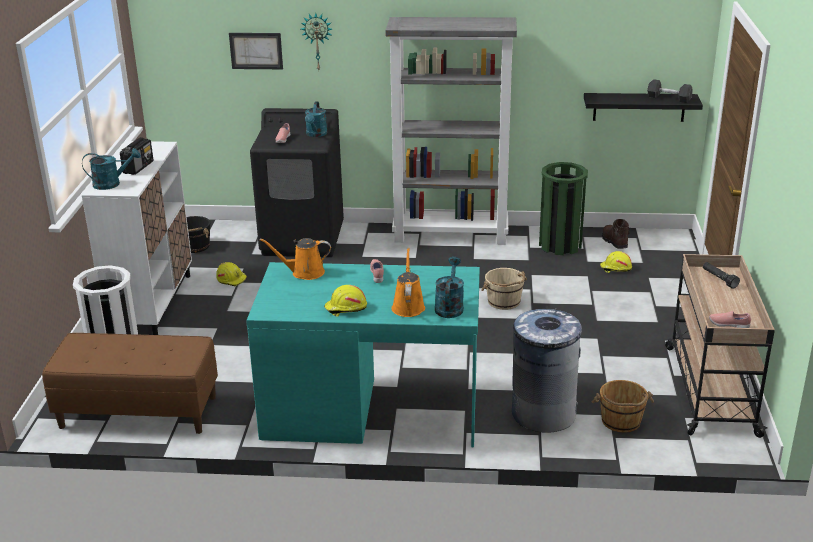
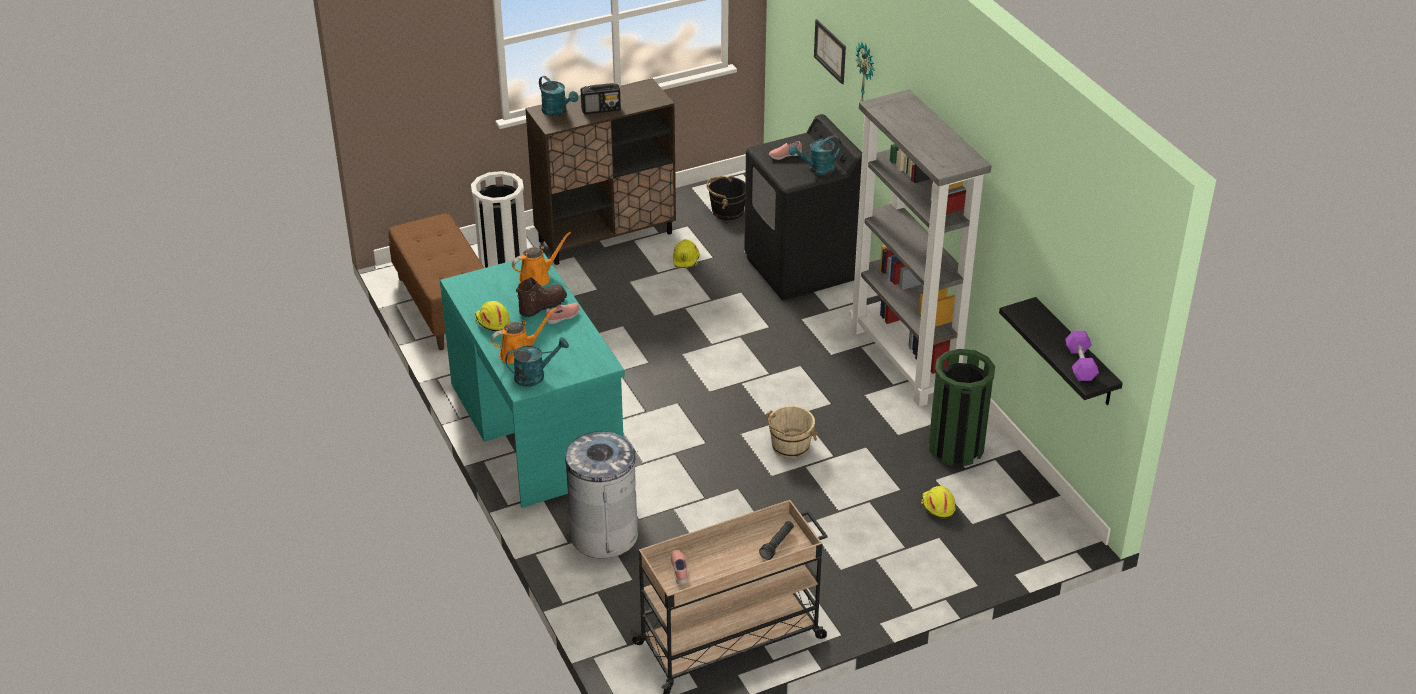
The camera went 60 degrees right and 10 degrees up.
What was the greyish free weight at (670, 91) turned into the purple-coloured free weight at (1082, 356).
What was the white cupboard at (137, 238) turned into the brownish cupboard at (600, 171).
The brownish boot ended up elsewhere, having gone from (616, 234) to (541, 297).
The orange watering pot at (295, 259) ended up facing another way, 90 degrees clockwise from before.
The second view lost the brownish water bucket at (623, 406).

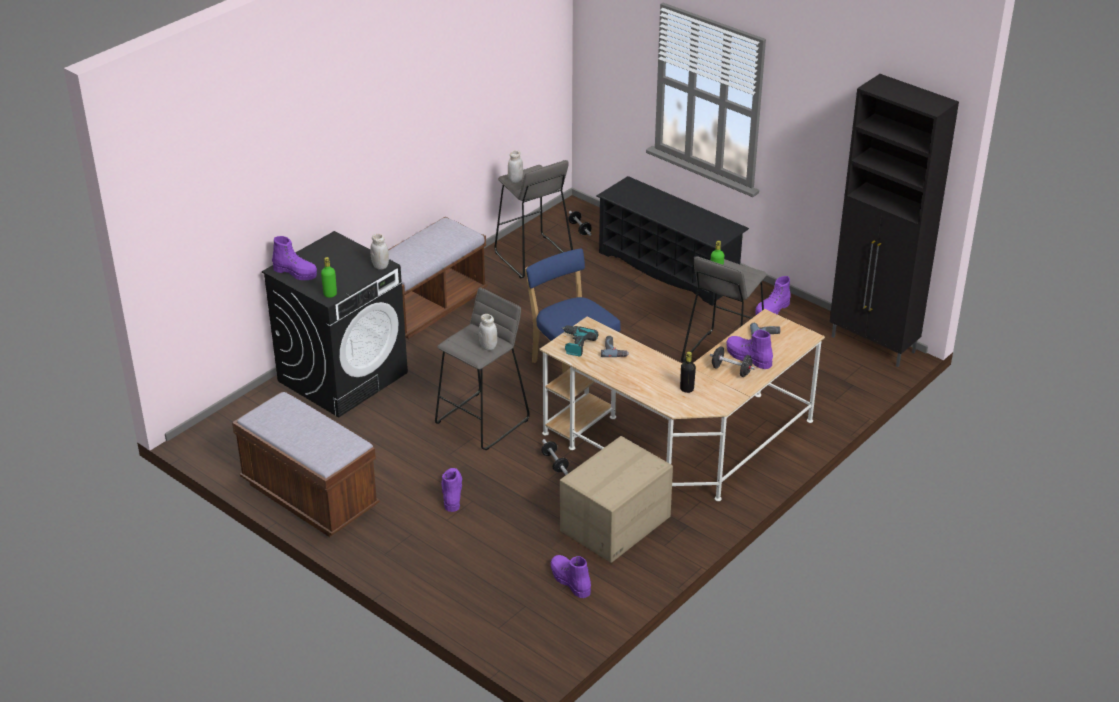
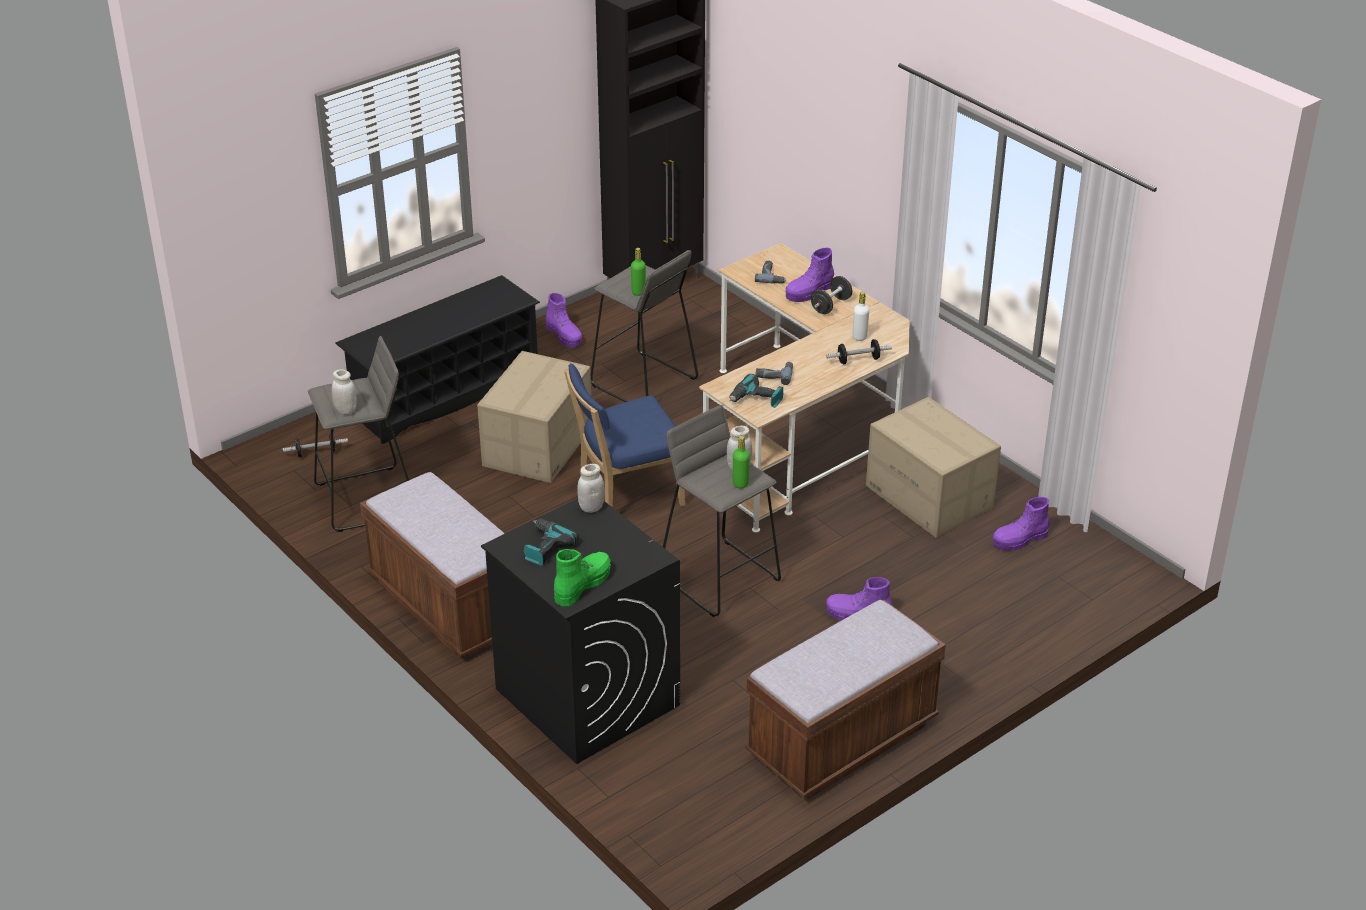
The camera went 80 degrees left and 0 degrees up.
What was the purple-coloured boot at (294, 258) turned into the green boot at (582, 577).
The green beverage bottle ended up elsewhere, having gone from (329, 277) to (741, 462).
What was the black-coloured beverage bottle at (688, 372) turned into the white beverage bottle at (861, 316).
The free weight ended up elsewhere, having gone from (555, 457) to (859, 351).
The second view gained the carton at (534, 417).
The second view gained the electric drill at (551, 542).

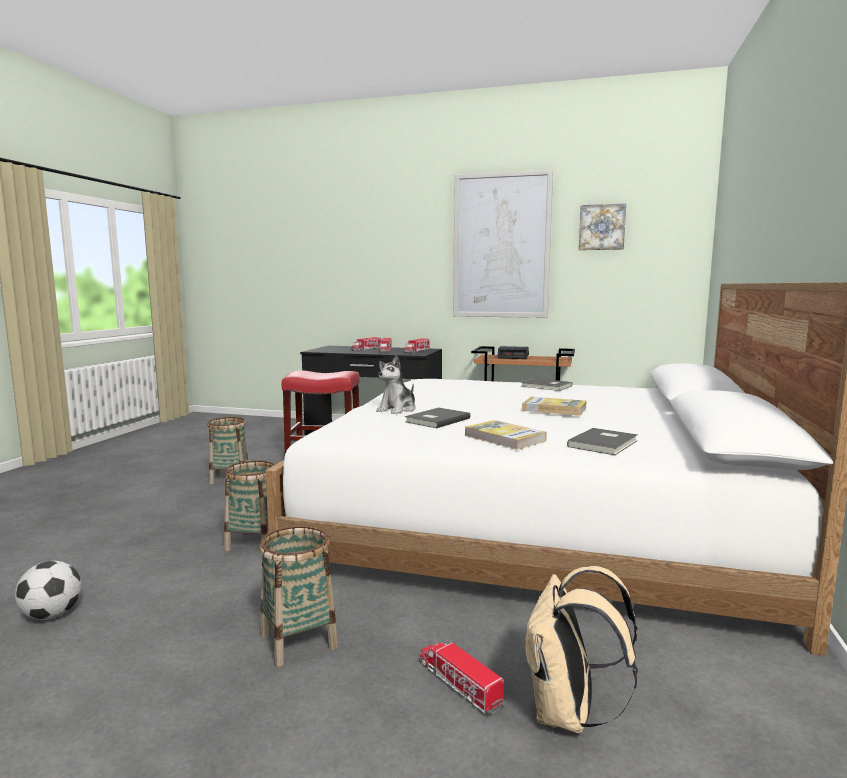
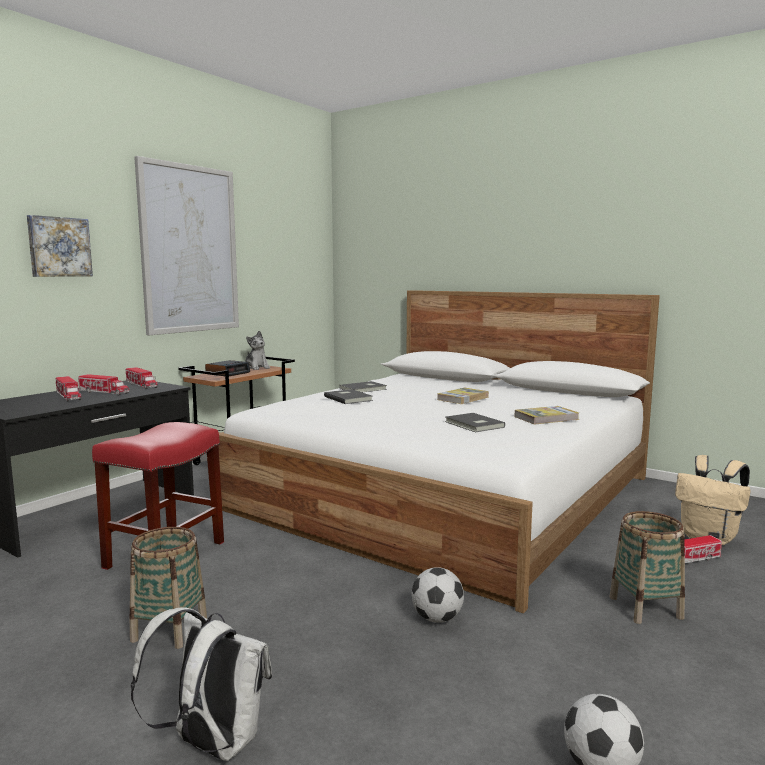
The camera went 70 degrees left and 0 degrees up.
The wall art ended up elsewhere, having gone from (602, 227) to (60, 246).
The soft toy ended up elsewhere, having gone from (396, 384) to (258, 350).
The greyish volume ended up elsewhere, having gone from (602, 441) to (348, 396).
Where the storage basket stood at (249, 505), the football ball came to stand at (438, 595).
The second view gained the white backpack at (201, 684).

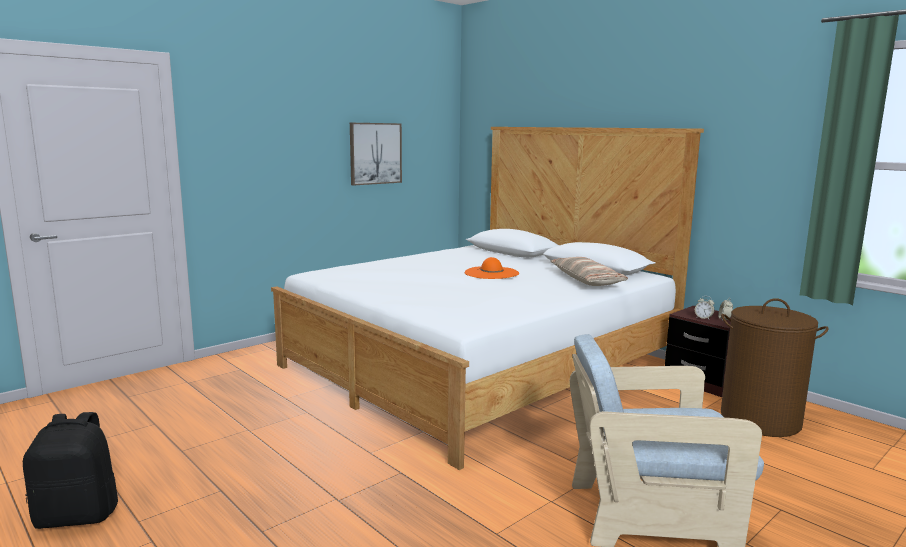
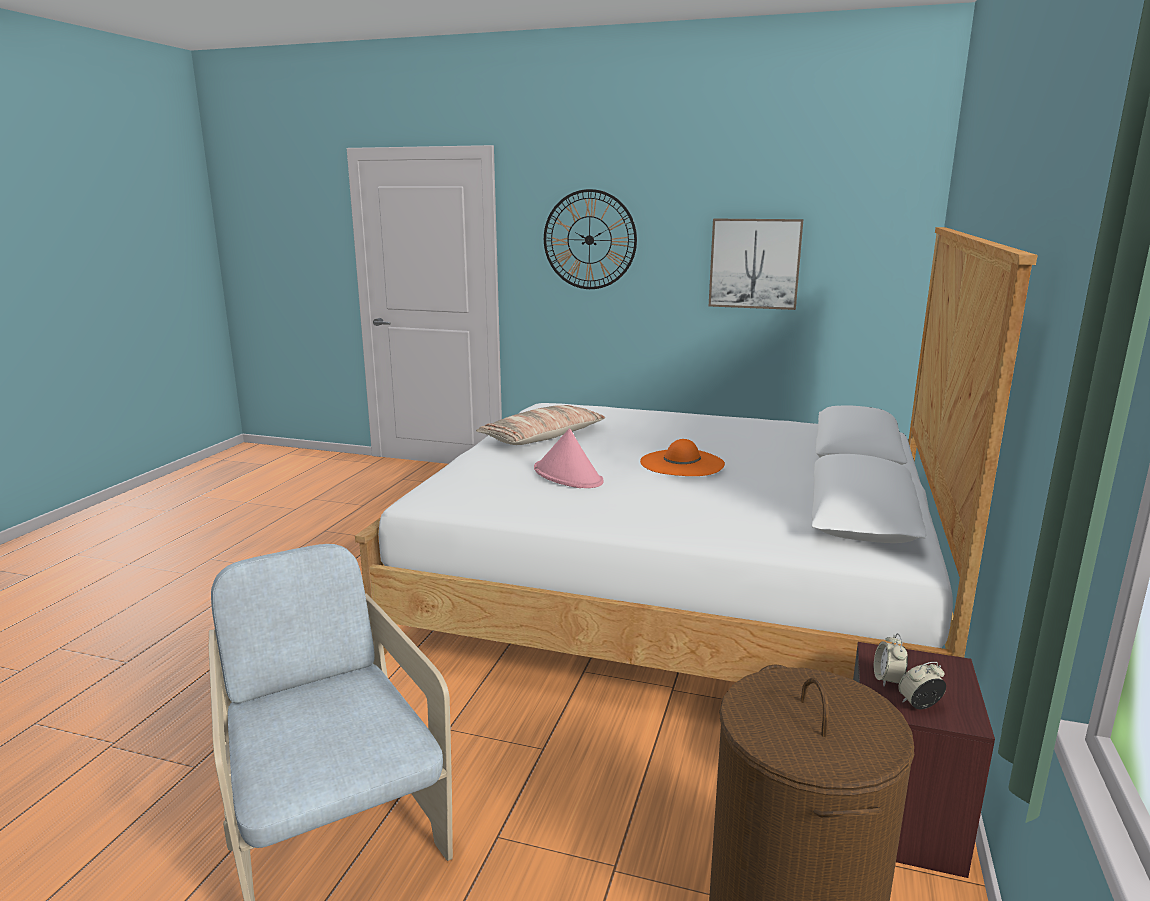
The camera went 60 degrees right and 5 degrees up.
The cushion ended up elsewhere, having gone from (589, 271) to (540, 425).
The second view lost the black-coloured backpack at (70, 470).
The second view gained the hanging clock at (590, 239).
The second view gained the pink-coloured hat at (568, 458).

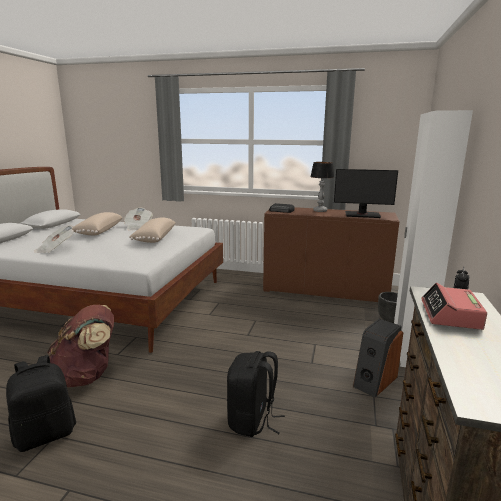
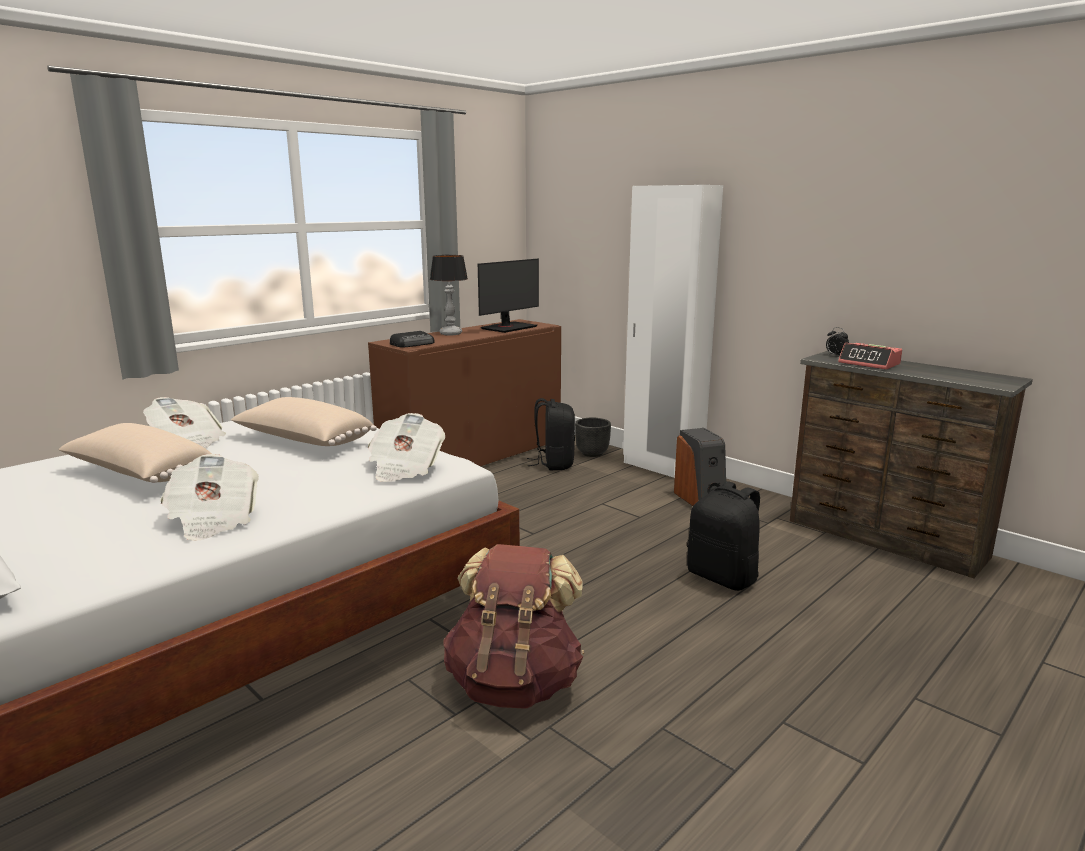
The camera went 60 degrees left and 0 degrees up.
The black-coloured backpack ended up elsewhere, having gone from (41, 403) to (551, 434).
The second view gained the daily paper at (406, 447).

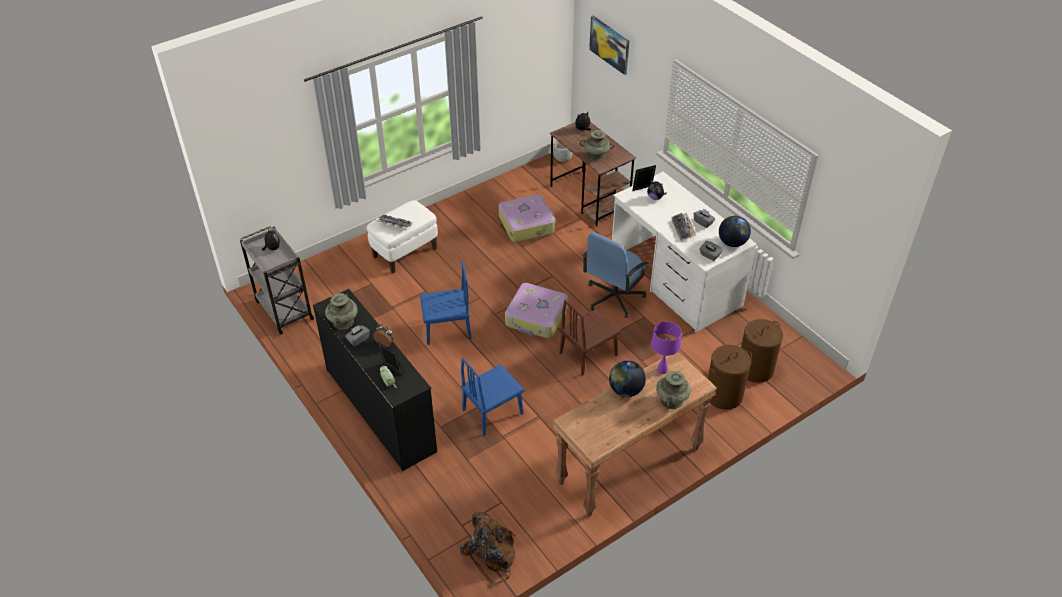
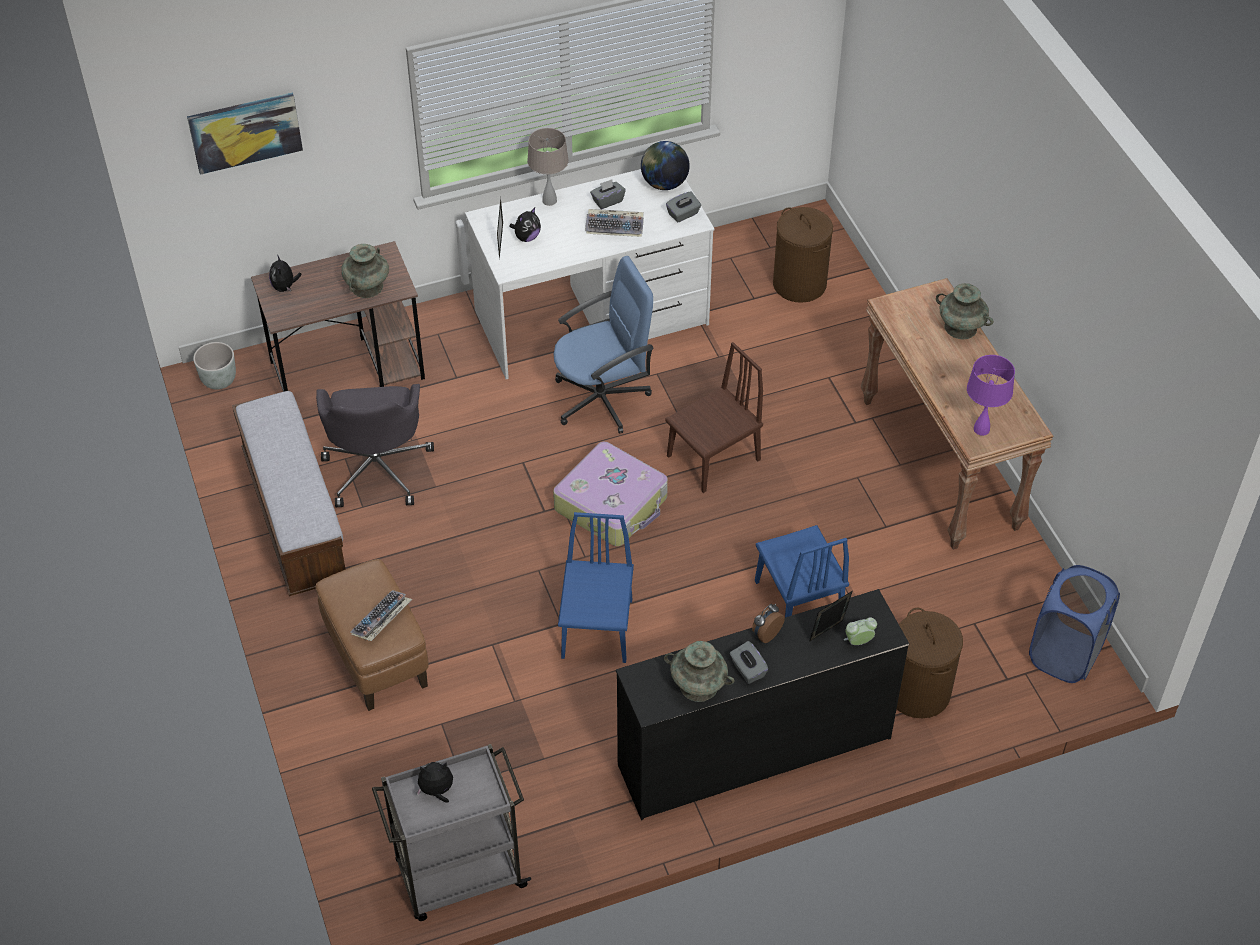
The camera went 75 degrees left and 5 degrees up.
Where the piece of luggage stood at (527, 218), the greyish computer chair came to stand at (375, 445).
What was the white footrest at (402, 236) turned into the brownish footrest at (372, 635).
The blue-coloured computer chair at (616, 275) ended up facing another way, 75 degrees counterclockwise from before.
The brownish upright chair at (590, 338) ended up facing another way, 105 degrees counterclockwise from before.
The purple-coloured tabletop lamp ended up elsewhere, having gone from (666, 347) to (991, 395).
The brownish laundry basket ended up elsewhere, having gone from (730, 377) to (930, 663).
The second view lost the world globe at (627, 379).
Where the brownish backpack stood at (487, 550), the blue-coloured laundry basket came to stand at (1074, 624).
The second view gained the sand-coloured tabletop lamp at (548, 167).
The second view gained the indoor bench at (289, 493).

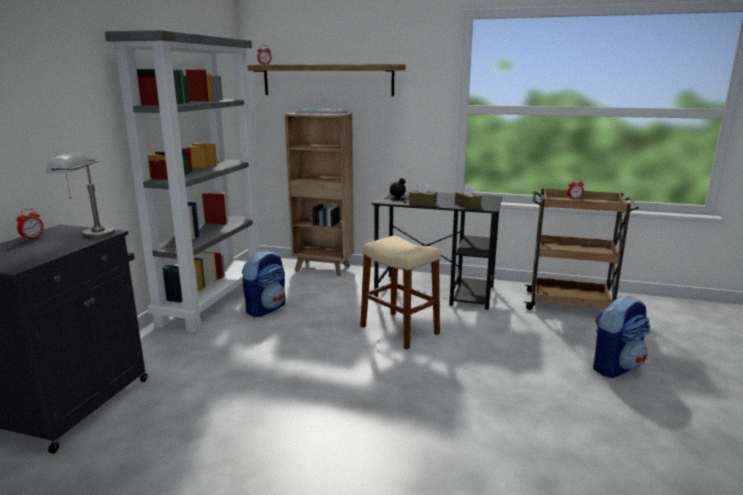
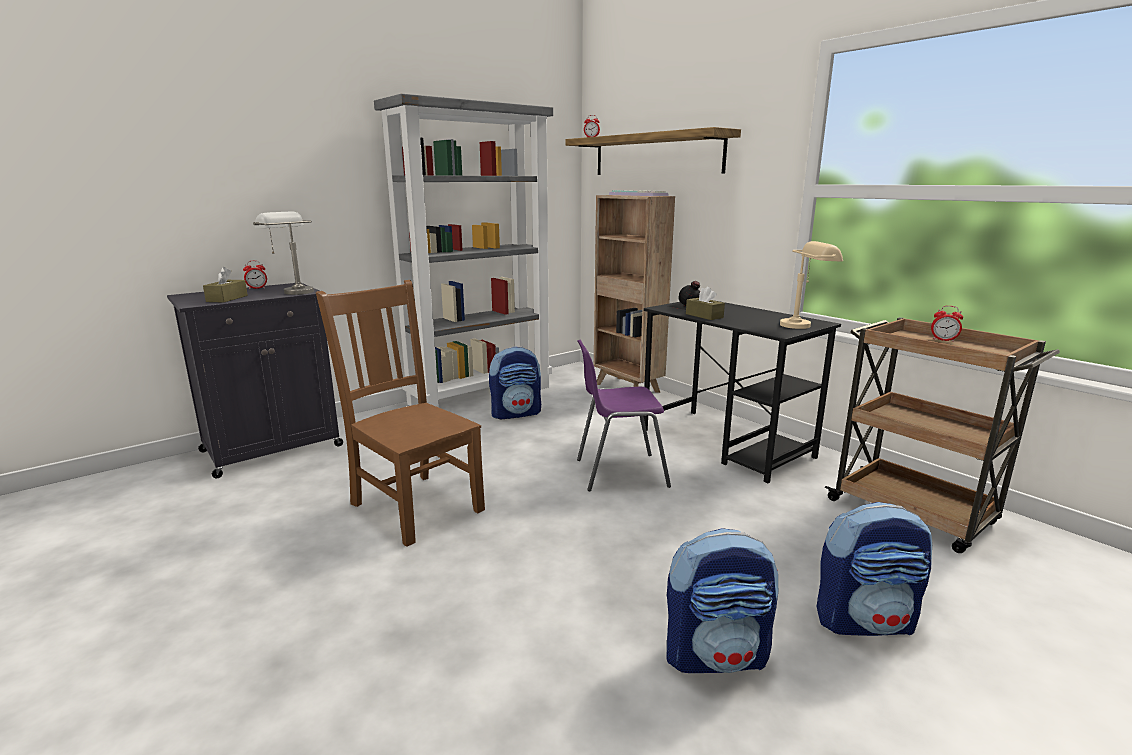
The camera went 35 degrees right and 0 degrees up.
The brownish box of tissues ended up elsewhere, having gone from (468, 196) to (225, 285).
Where the sand-coloured stool stood at (400, 293), the purple-coloured upright chair came to stand at (624, 416).
The second view gained the sand-coloured tabletop lamp at (811, 285).
The second view gained the brownish upright chair at (400, 413).
The second view gained the backpack at (722, 600).

